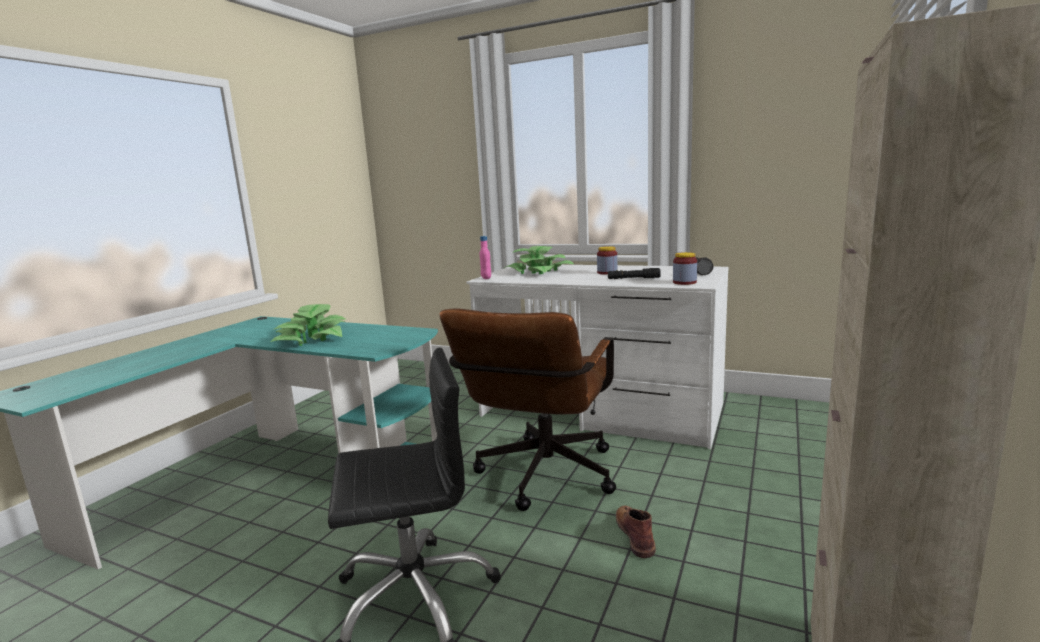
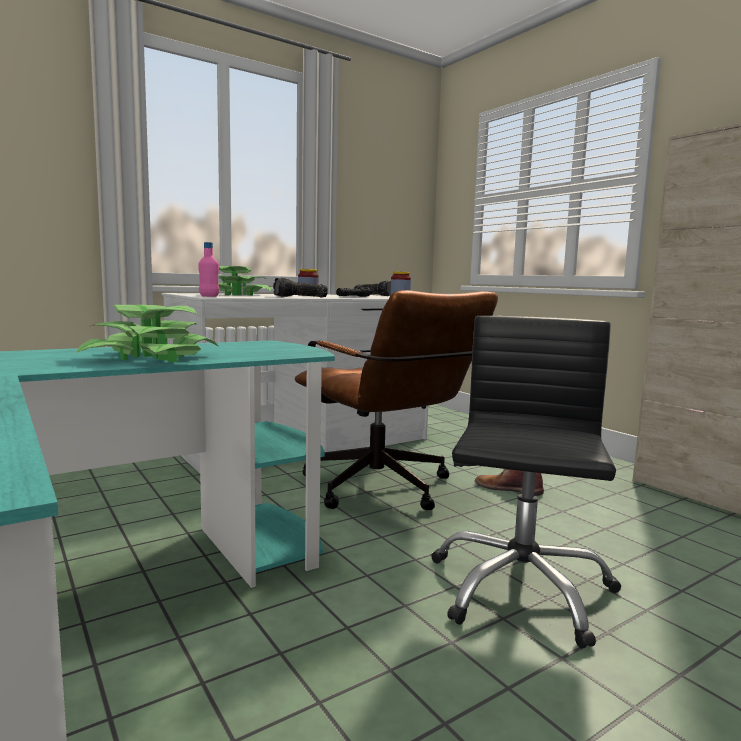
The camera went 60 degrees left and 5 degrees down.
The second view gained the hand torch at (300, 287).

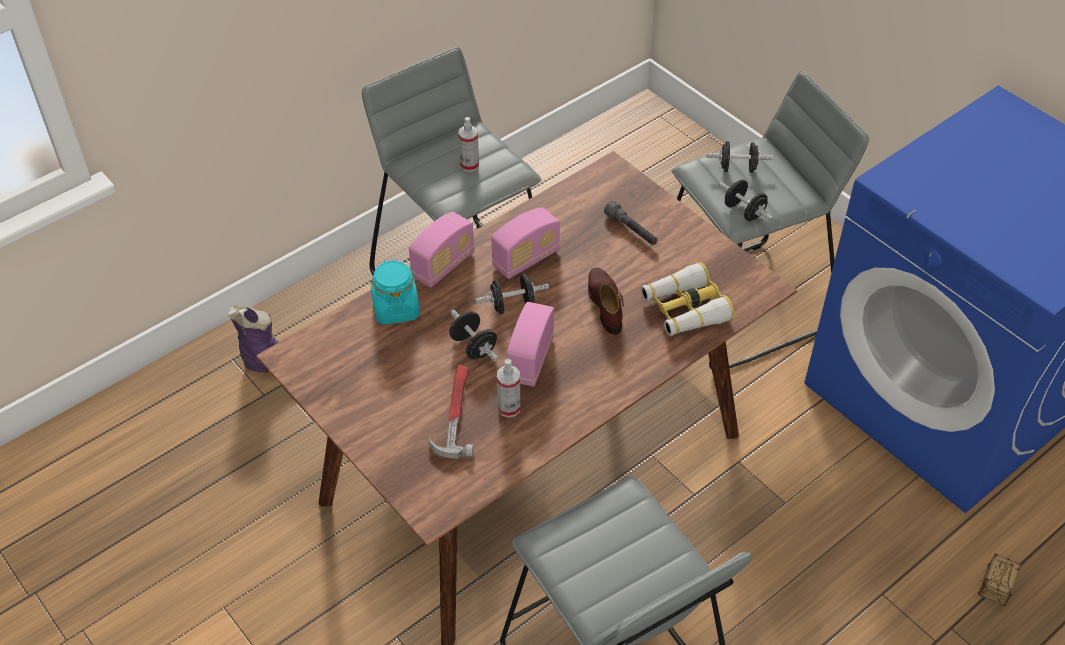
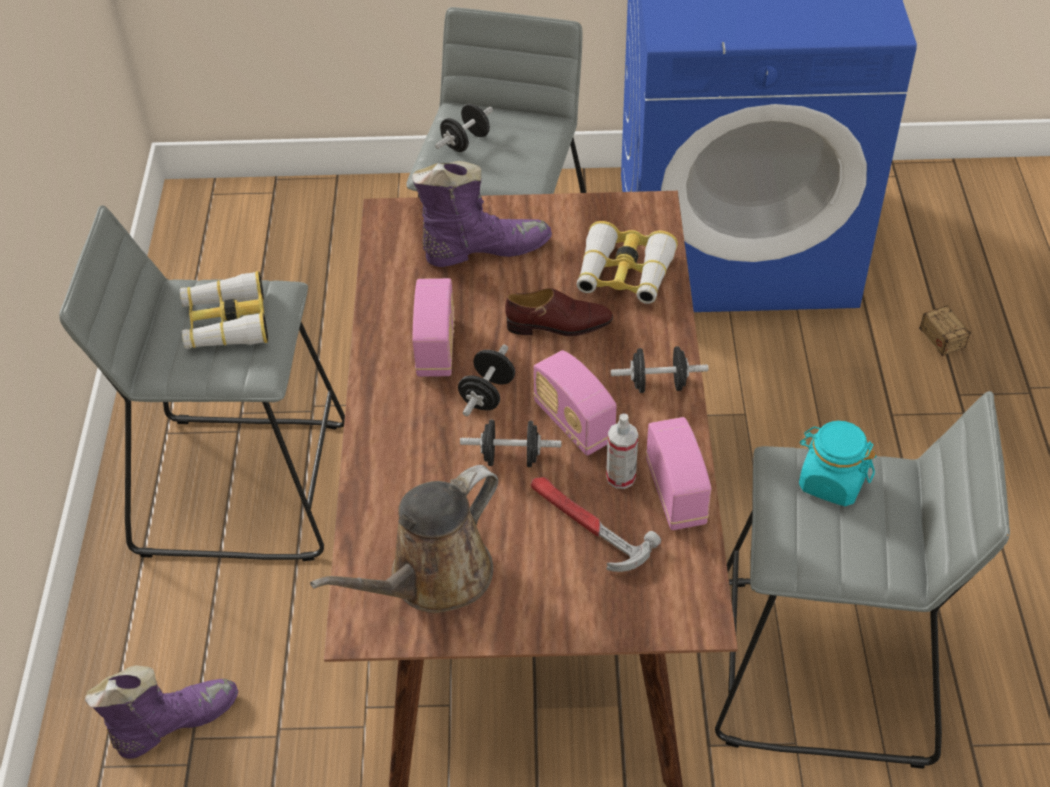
The camera went 50 degrees left and 0 degrees up.
Where the spray bottle stood at (469, 144), the binoculars came to stand at (224, 310).
The black-coloured free weight ended up elsewhere, having gone from (746, 200) to (659, 369).
Where the greyish hand torch stood at (631, 223), the purple-coloured boot came to stand at (482, 214).
The radio ended up elsewhere, having gone from (442, 250) to (678, 473).
The turquoise jar ended up elsewhere, having gone from (395, 291) to (837, 463).
The brownish shoe at (606, 301) ended up facing another way, 150 degrees clockwise from before.
The second view gained the brownish watering pot at (404, 539).

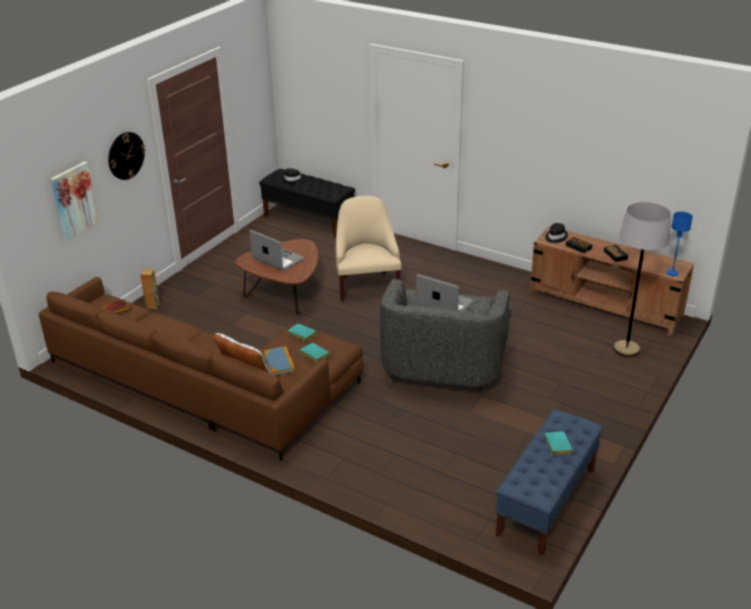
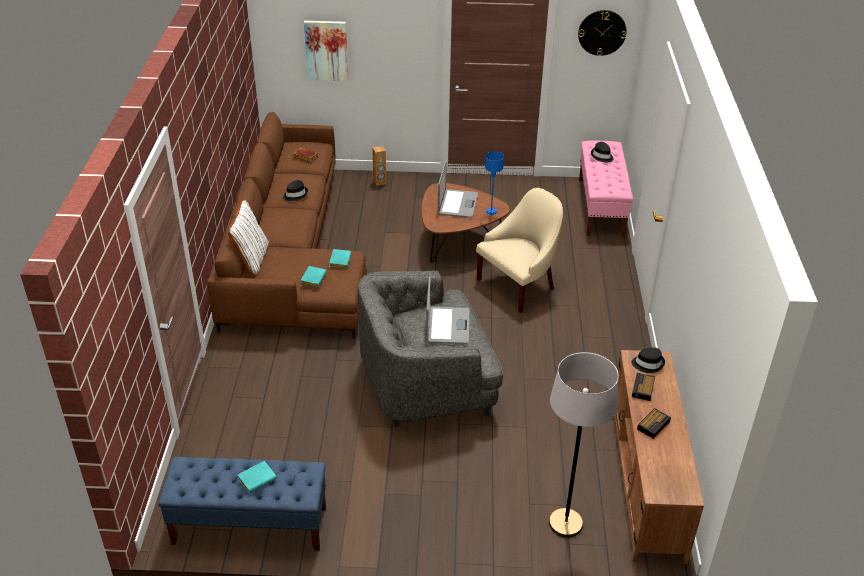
The camera went 60 degrees right and 5 degrees up.
The hanging clock ended up elsewhere, having gone from (127, 156) to (602, 33).
What was the black-coloured indoor bench at (307, 203) turned into the pink-coloured indoor bench at (606, 188).
The blue-coloured tabletop lamp ended up elsewhere, having gone from (679, 244) to (494, 183).
The second view lost the volume at (280, 361).
The second view gained the black-coloured hat at (295, 190).

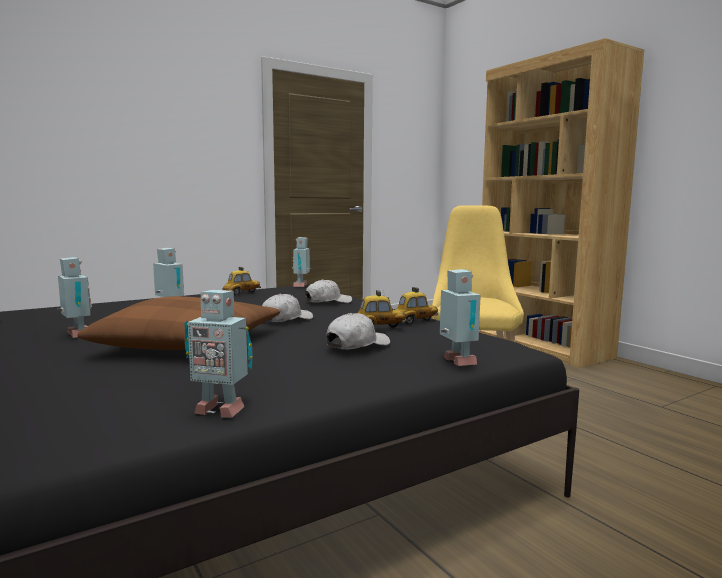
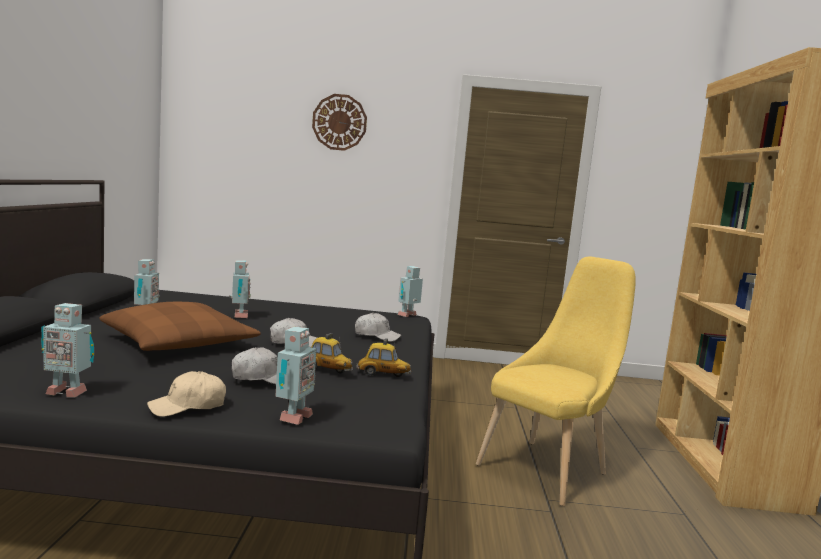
The camera went 35 degrees right and 0 degrees up.
The second view lost the miniature car at (241, 281).
The robot figure at (218, 354) ended up facing another way, 45 degrees counterclockwise from before.
The second view gained the hanging clock at (339, 122).
The second view gained the sand-coloured peaked cap at (186, 394).

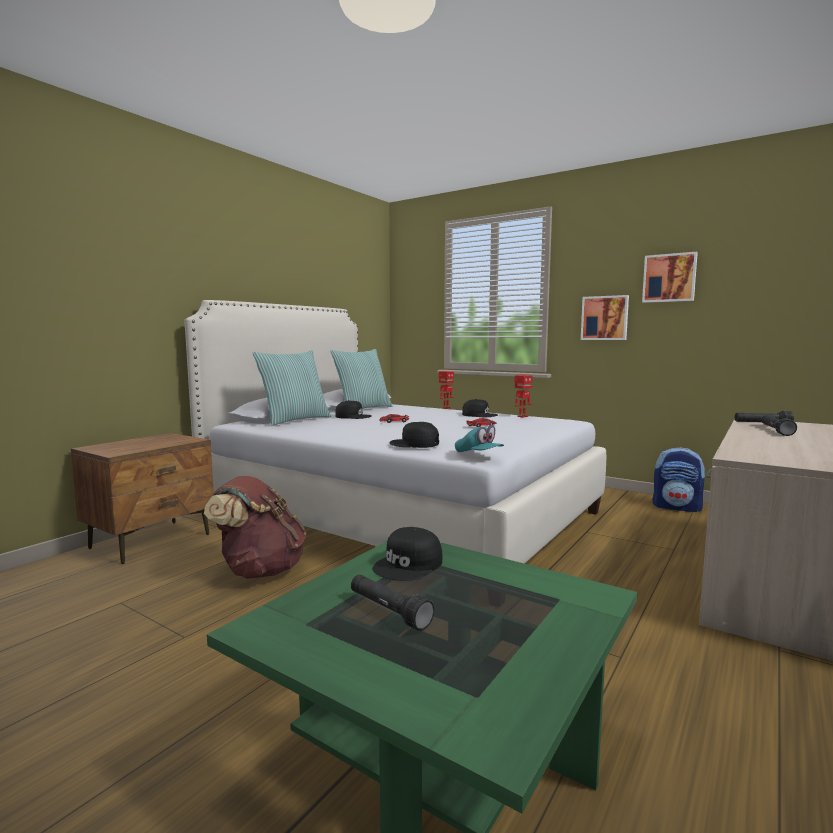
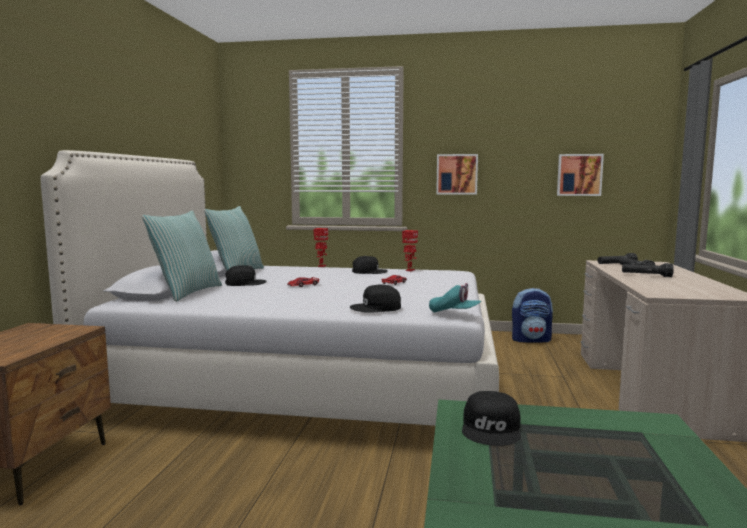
The camera went 25 degrees left and 0 degrees up.
The wall art ended up elsewhere, having gone from (670, 277) to (580, 175).
The second view lost the brownish backpack at (255, 527).
The black-coloured hand torch ended up elsewhere, having gone from (392, 602) to (648, 270).

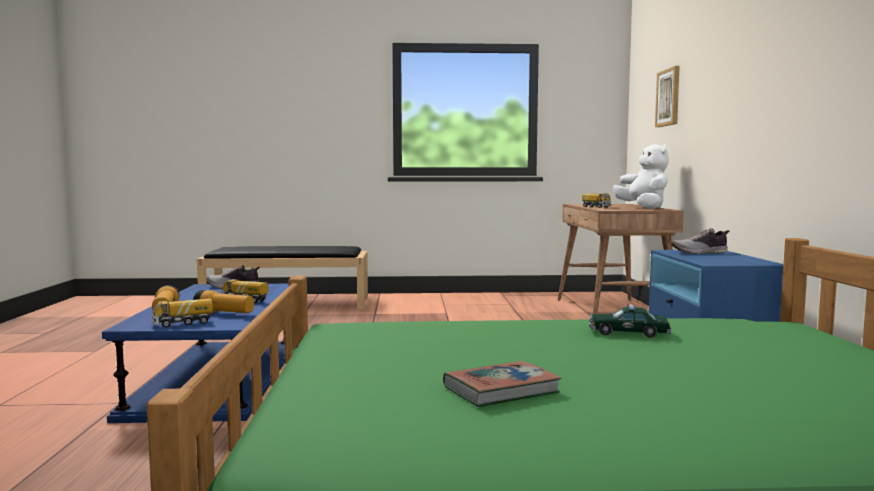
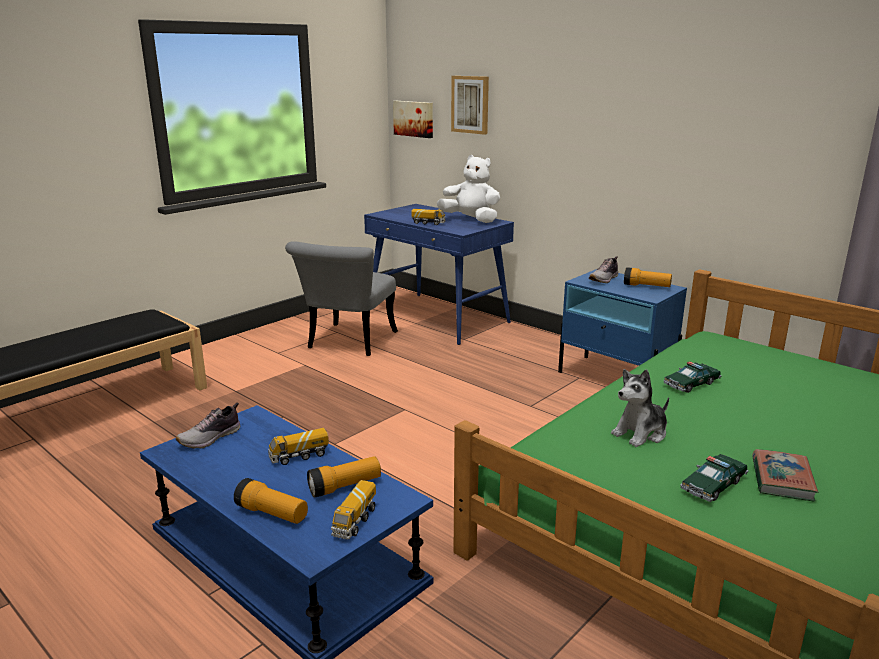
The camera went 45 degrees left and 15 degrees up.
What was the brownish desk table at (621, 259) turned into the blue-coloured desk table at (439, 274).
The second view gained the wall art at (413, 119).
The second view gained the greyish upright chair at (341, 298).
The second view gained the hand torch at (648, 277).
The second view gained the soft toy at (640, 408).
The second view gained the miniature car at (714, 478).

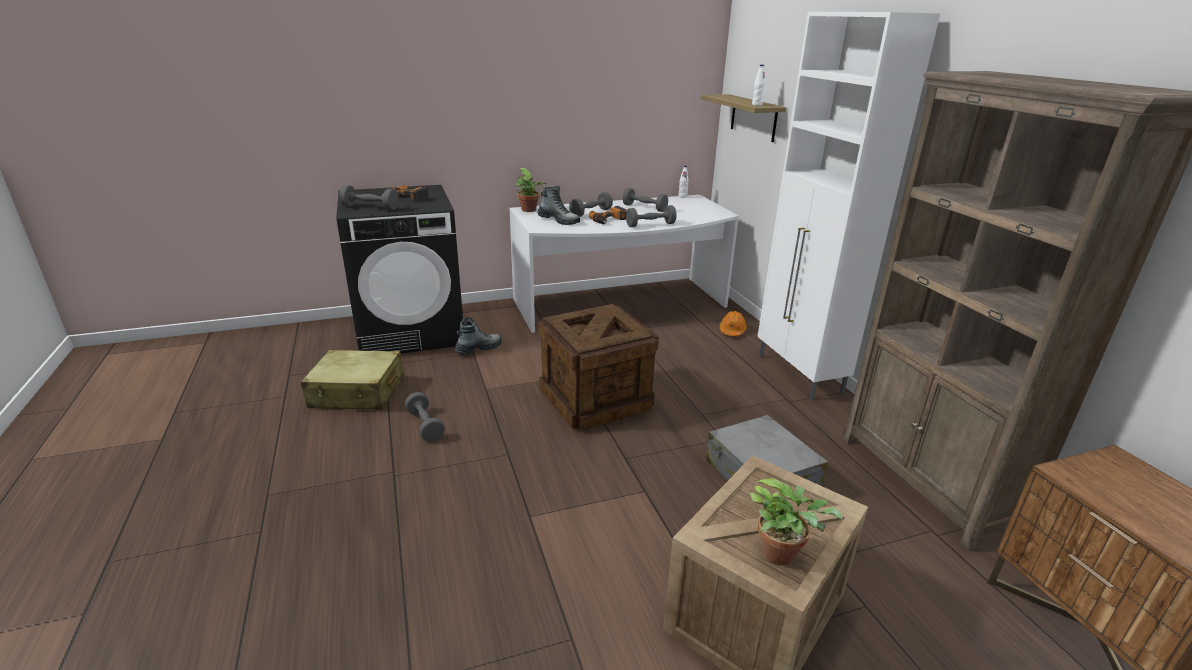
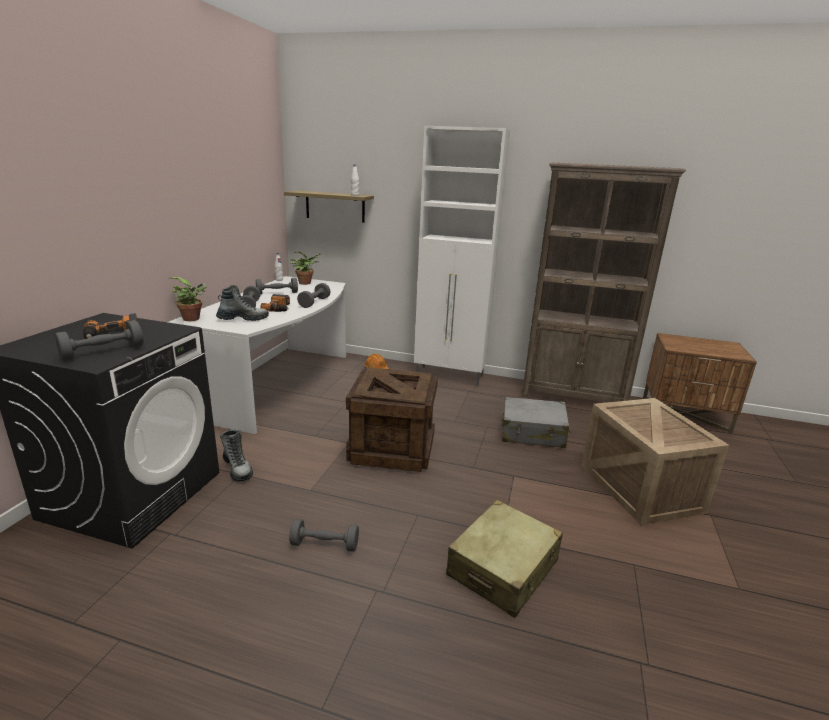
The camera went 55 degrees left and 5 degrees down.
The boot at (478, 336) ended up facing another way, 150 degrees clockwise from before.
The sand-coloured piece of luggage ended up elsewhere, having gone from (352, 380) to (504, 559).
The plant in a pot ended up elsewhere, having gone from (796, 522) to (306, 268).

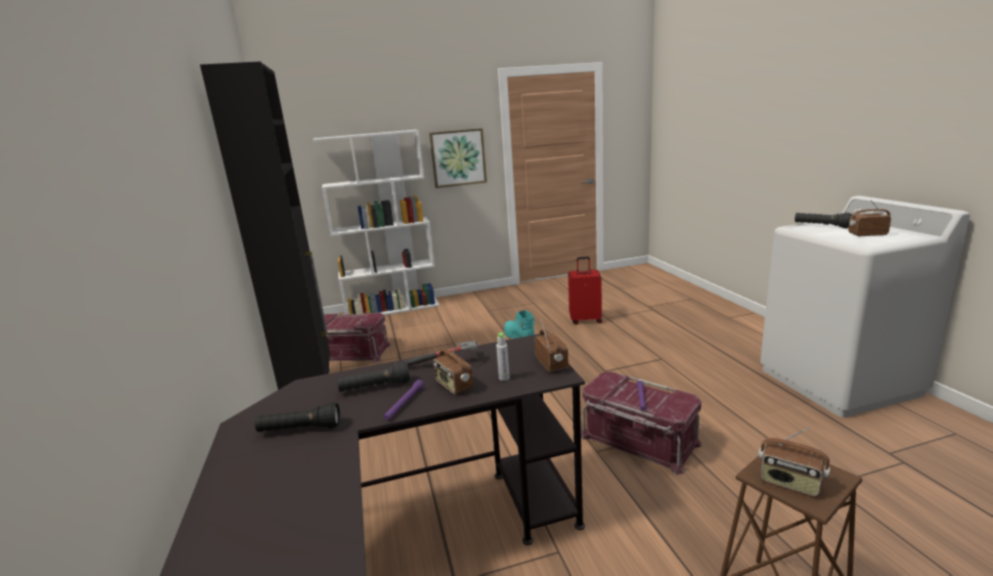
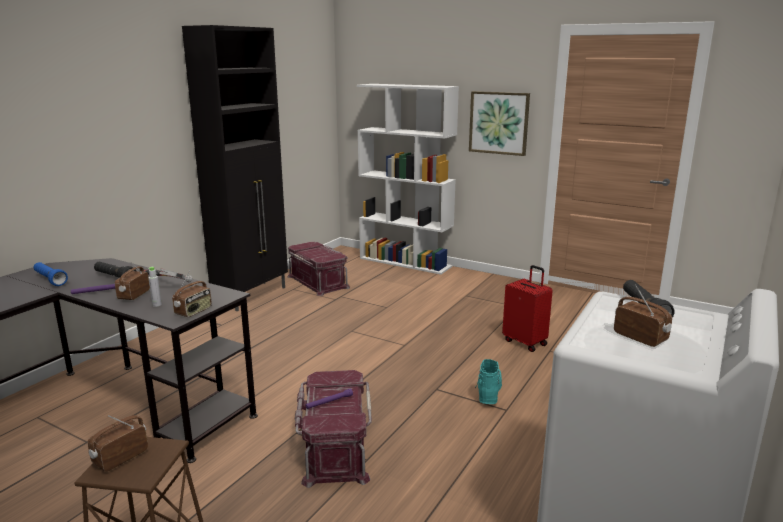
The camera went 45 degrees right and 0 degrees up.
The turquoise boot ended up elsewhere, having gone from (519, 324) to (488, 381).
What was the black-coloured hand torch at (297, 417) turned into the blue-coloured hand torch at (51, 274).
The radio at (794, 461) ended up facing another way, 45 degrees clockwise from before.

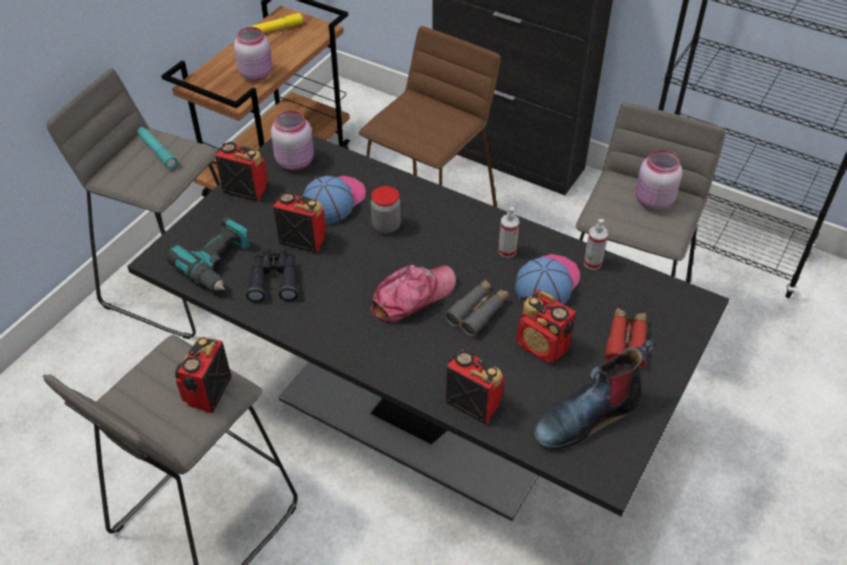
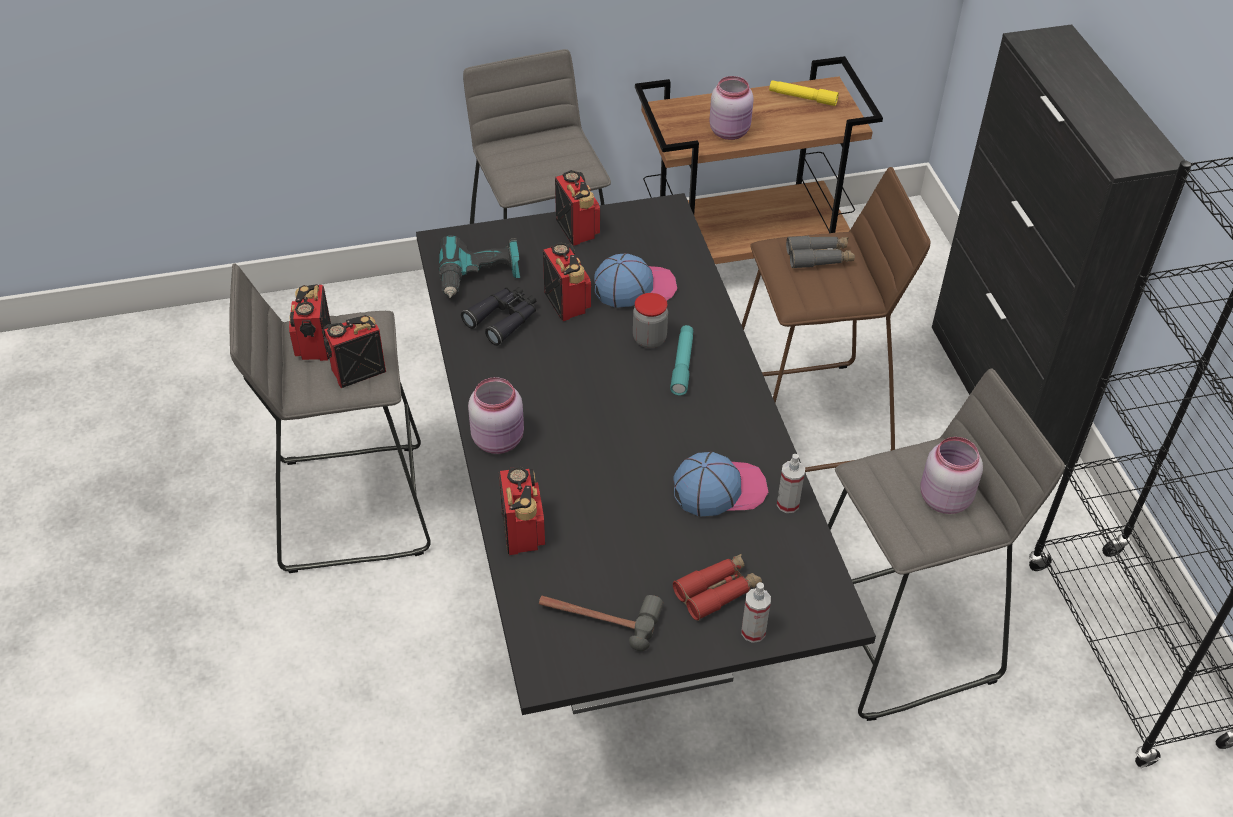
The camera went 45 degrees right and 0 degrees up.
The pink-coloured jar ended up elsewhere, having gone from (292, 140) to (496, 415).
The turquoise hand torch ended up elsewhere, having gone from (157, 148) to (681, 360).
The spray bottle ended up elsewhere, having gone from (509, 232) to (756, 612).
The second view lost the peaked cap at (413, 294).
The greyish binoculars ended up elsewhere, having gone from (477, 307) to (820, 252).
The radio ended up elsewhere, having gone from (546, 326) to (310, 322).
Where the boot stood at (595, 393), the hammer came to stand at (601, 623).

